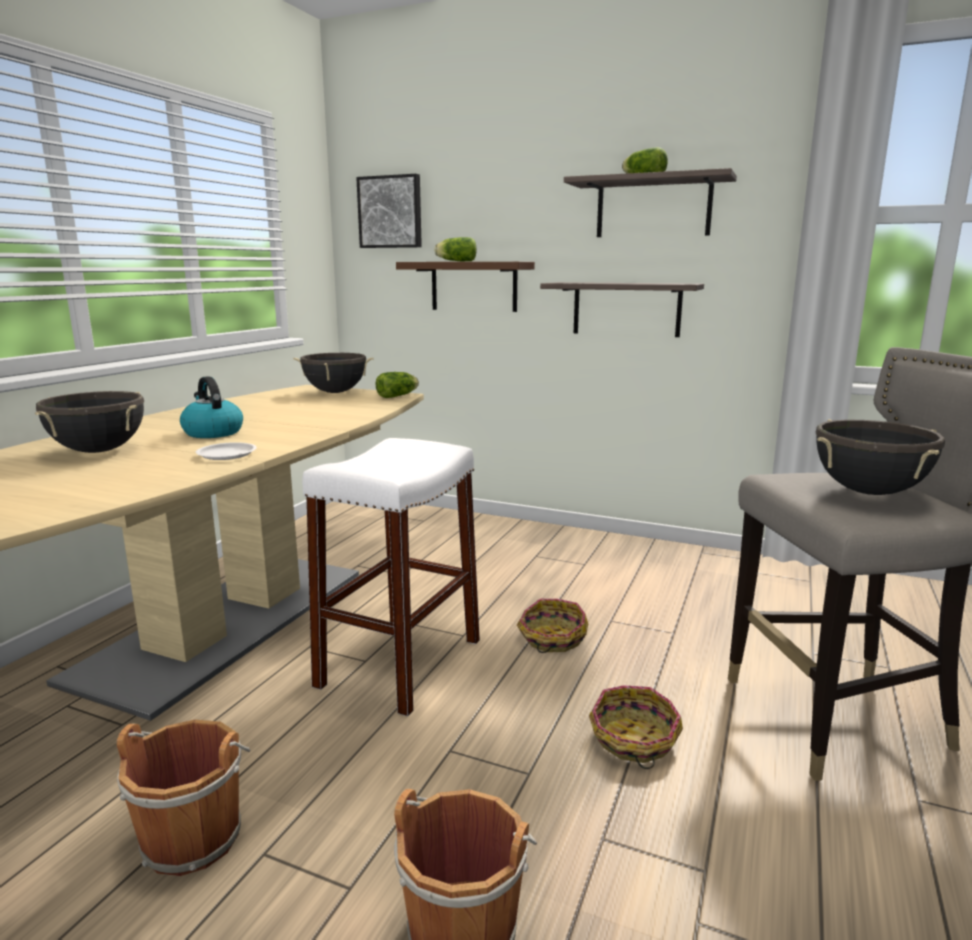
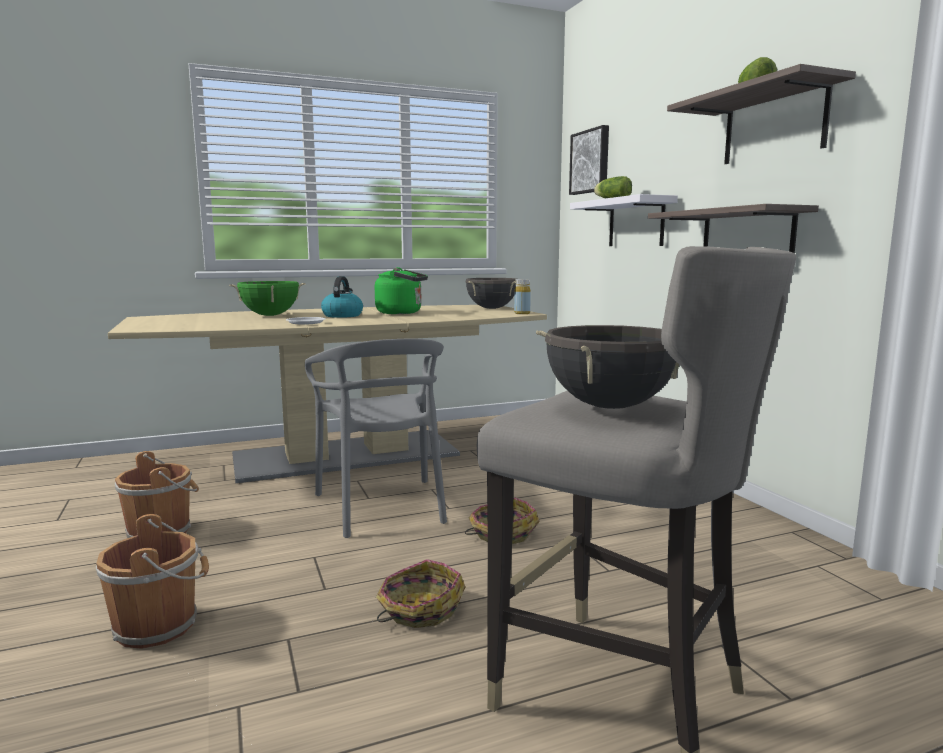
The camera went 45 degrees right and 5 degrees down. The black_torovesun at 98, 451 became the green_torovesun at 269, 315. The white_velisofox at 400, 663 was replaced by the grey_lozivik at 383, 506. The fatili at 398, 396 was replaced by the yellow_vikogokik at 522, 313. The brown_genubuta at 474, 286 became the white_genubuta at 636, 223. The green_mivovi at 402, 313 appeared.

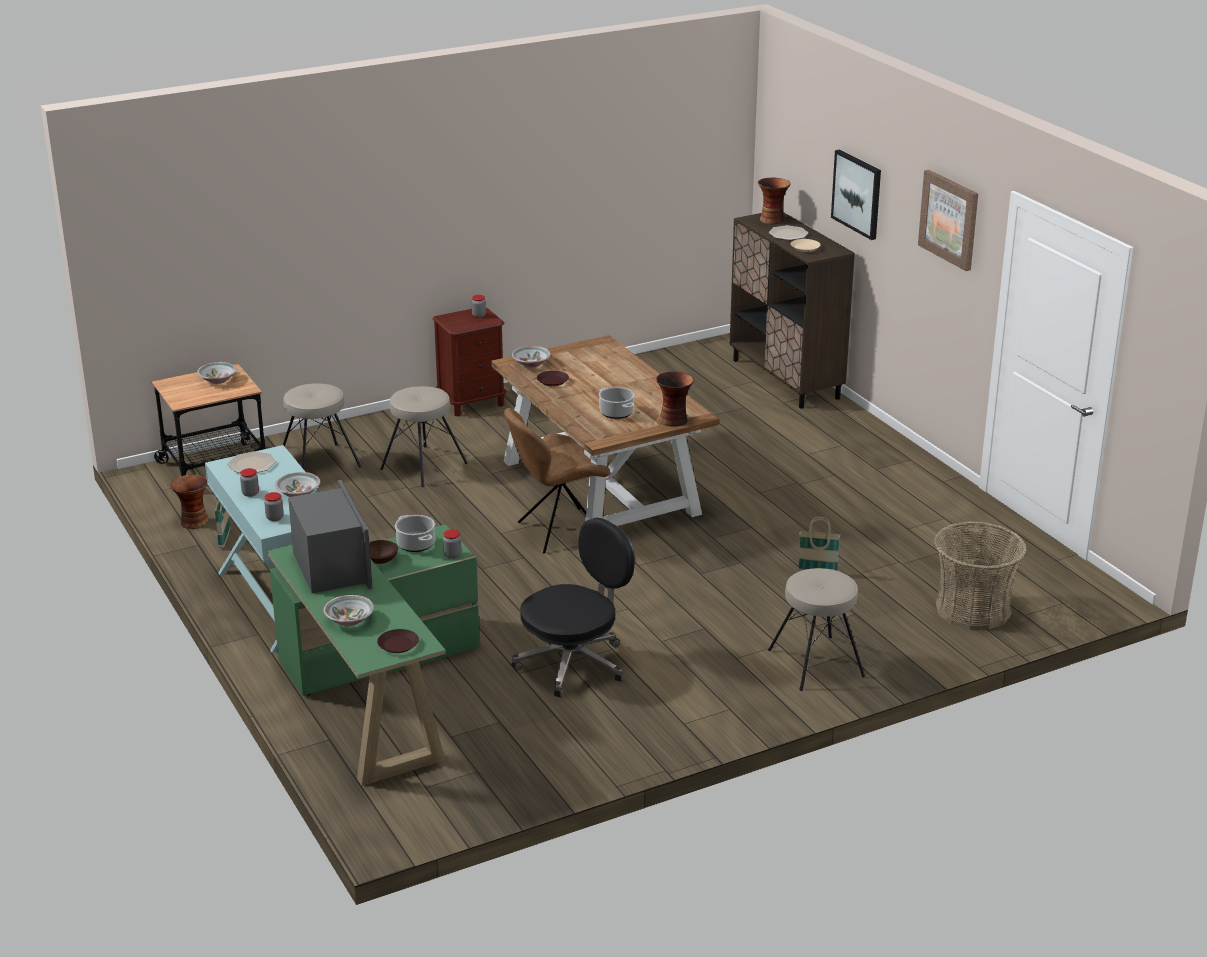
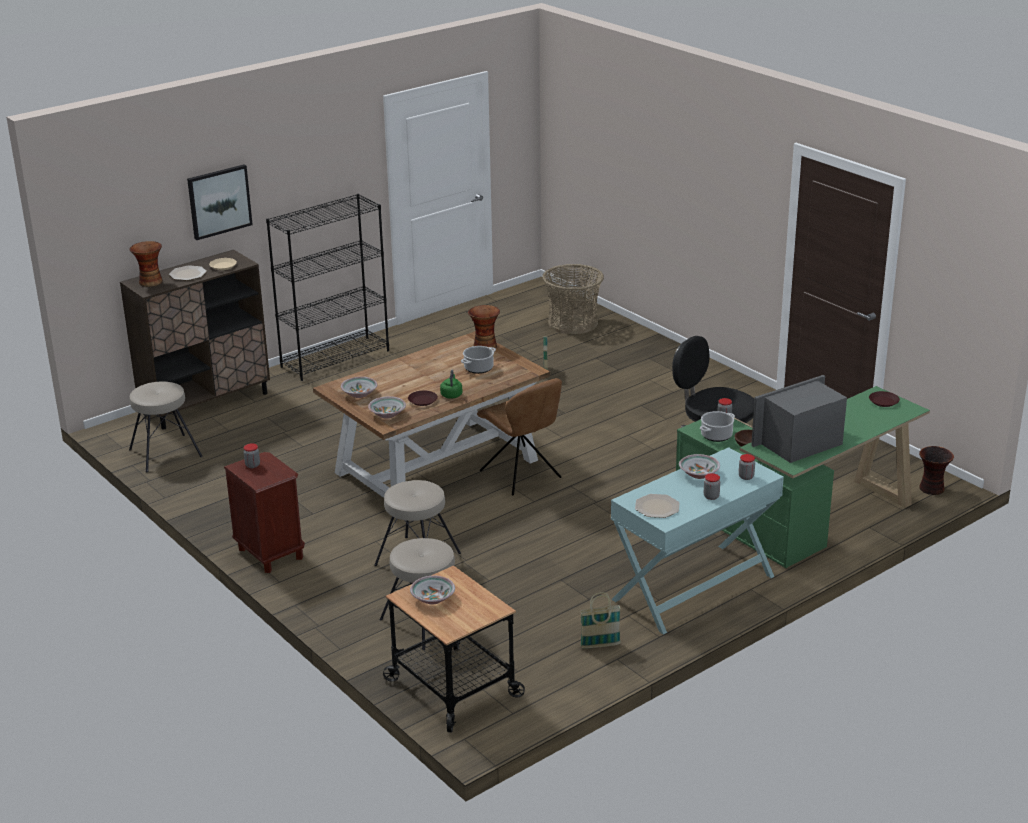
The camera went 100 degrees left and 0 degrees up. The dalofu moved from 193, 522 to 932, 489. The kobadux moved from 350, 620 to 359, 394. The beige_velisofox moved from 816, 662 to 165, 452. The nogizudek at 949, 219 disappeared. The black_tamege at 335, 358 appeared. The green_mivovi at 451, 394 appeared.

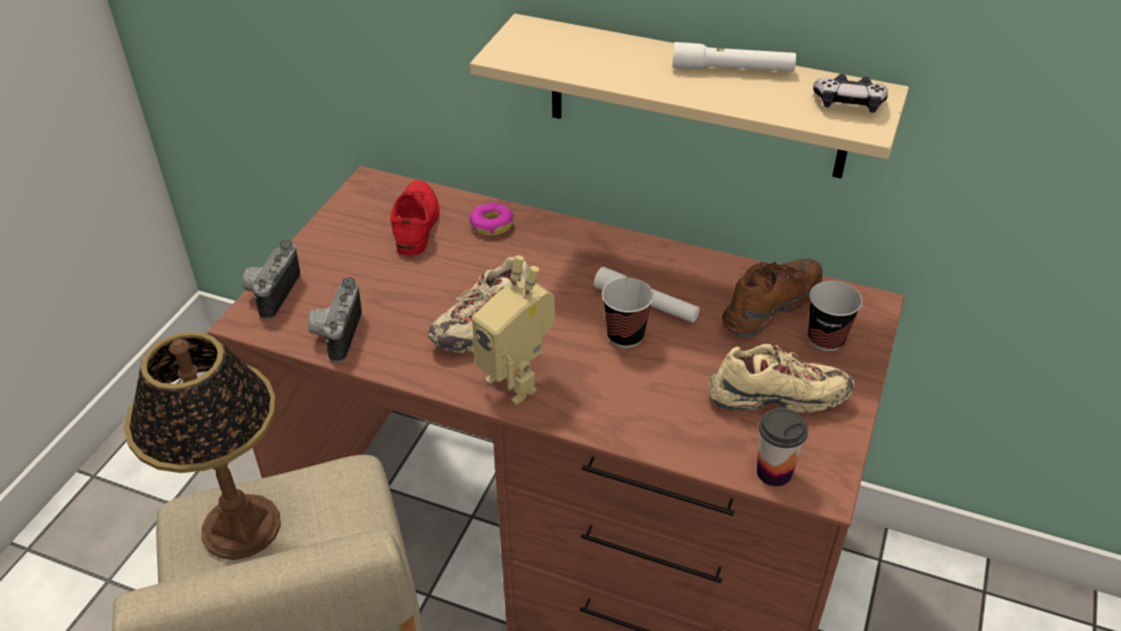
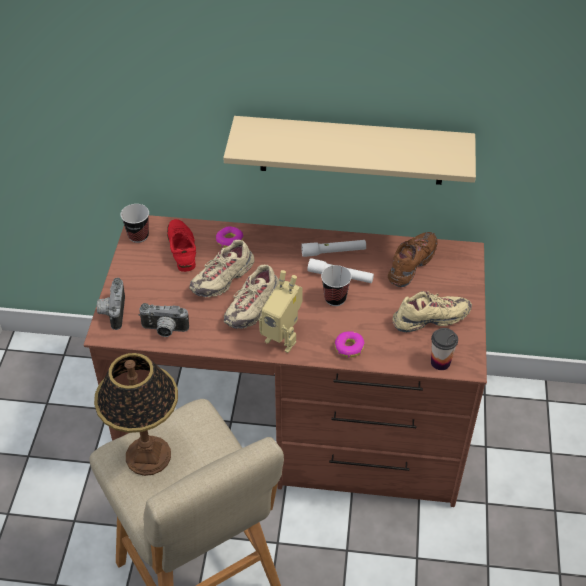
The camera went 15 degrees left and 5 degrees up. The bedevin at 336, 334 turned 75 degrees counterclockwise. The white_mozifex moved from 732, 69 to 333, 252. The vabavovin moved from 826, 339 to 138, 236. The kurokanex at 848, 103 disappeared. The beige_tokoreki at 223, 279 appeared. The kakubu at 349, 347 appeared.

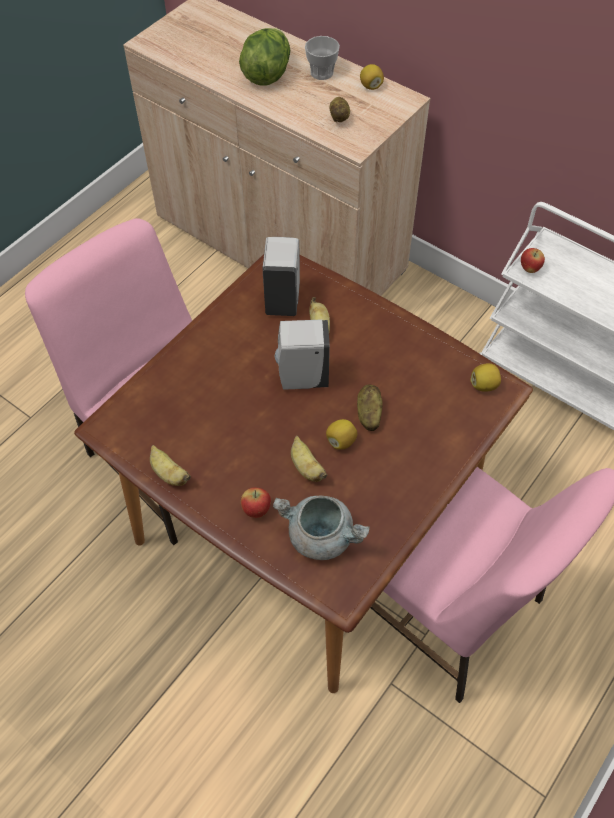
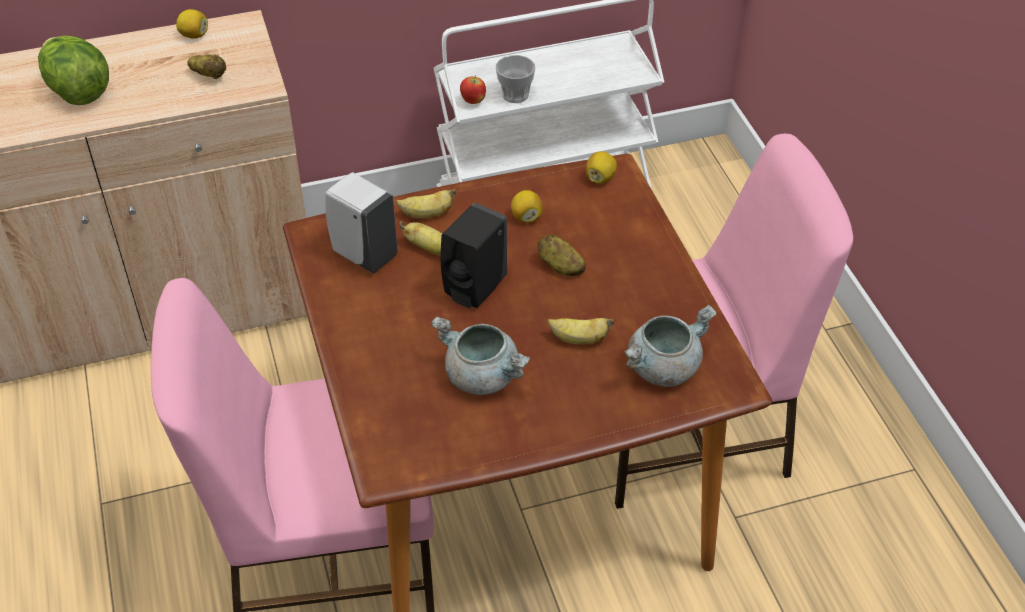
The camera went 55 degrees left and 10 degrees down. The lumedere moved from 169, 473 to 427, 214. The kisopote at 256, 510 disappeared. The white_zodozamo at 301, 378 became the black_zodozamo at 474, 290. The vabavovin moved from 321, 73 to 515, 95. The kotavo moved from 341, 441 to 526, 217. The grey_torovesun at 483, 376 appeared.

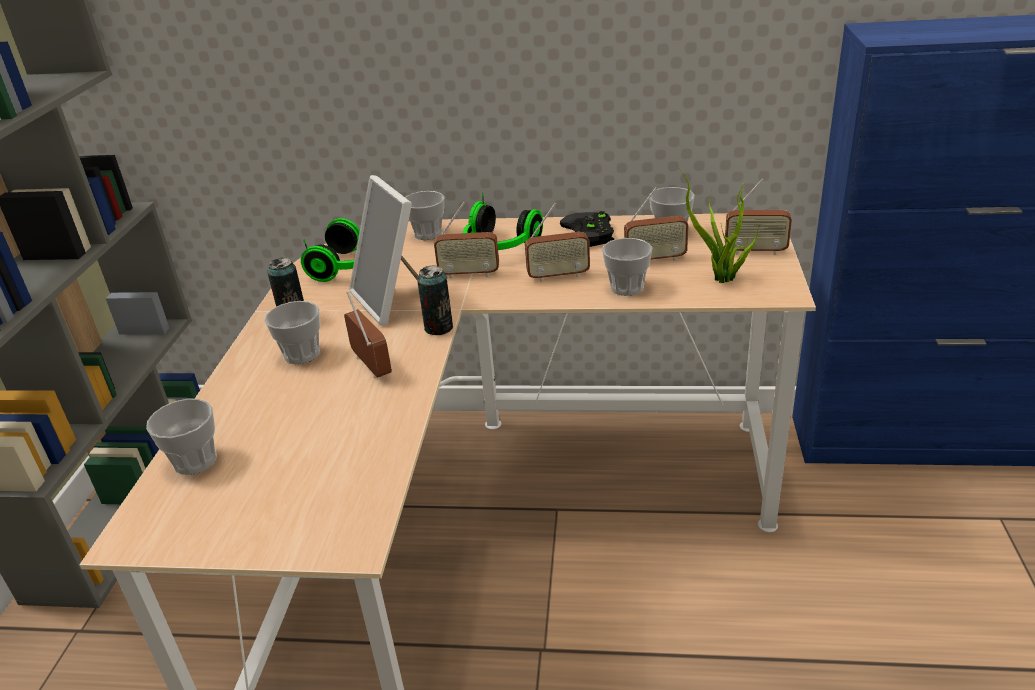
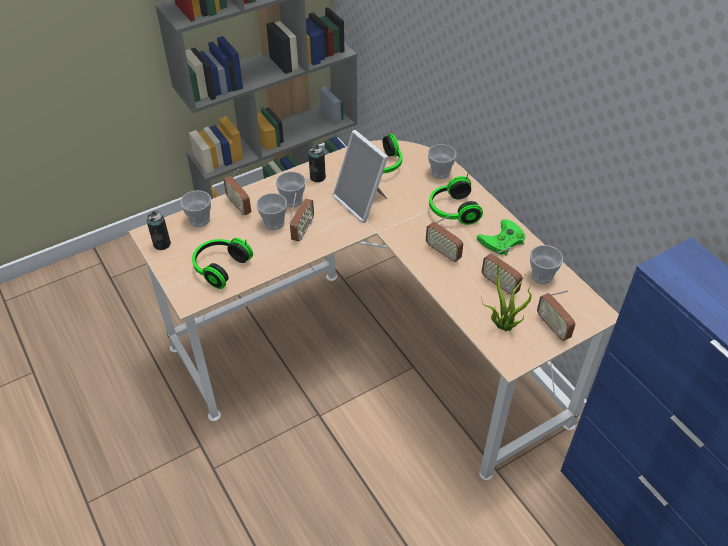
The camera went 50 degrees right and 15 degrees up. The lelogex at 393, 300 turned 60 degrees counterclockwise. The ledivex moved from 438, 328 to 162, 244. The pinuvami moved from 469, 274 to 239, 206. The black_kurokanex at 589, 235 became the green_kurokanex at 502, 241. The vabavovin moved from 627, 287 to 274, 222. The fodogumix at 219, 267 appeared.

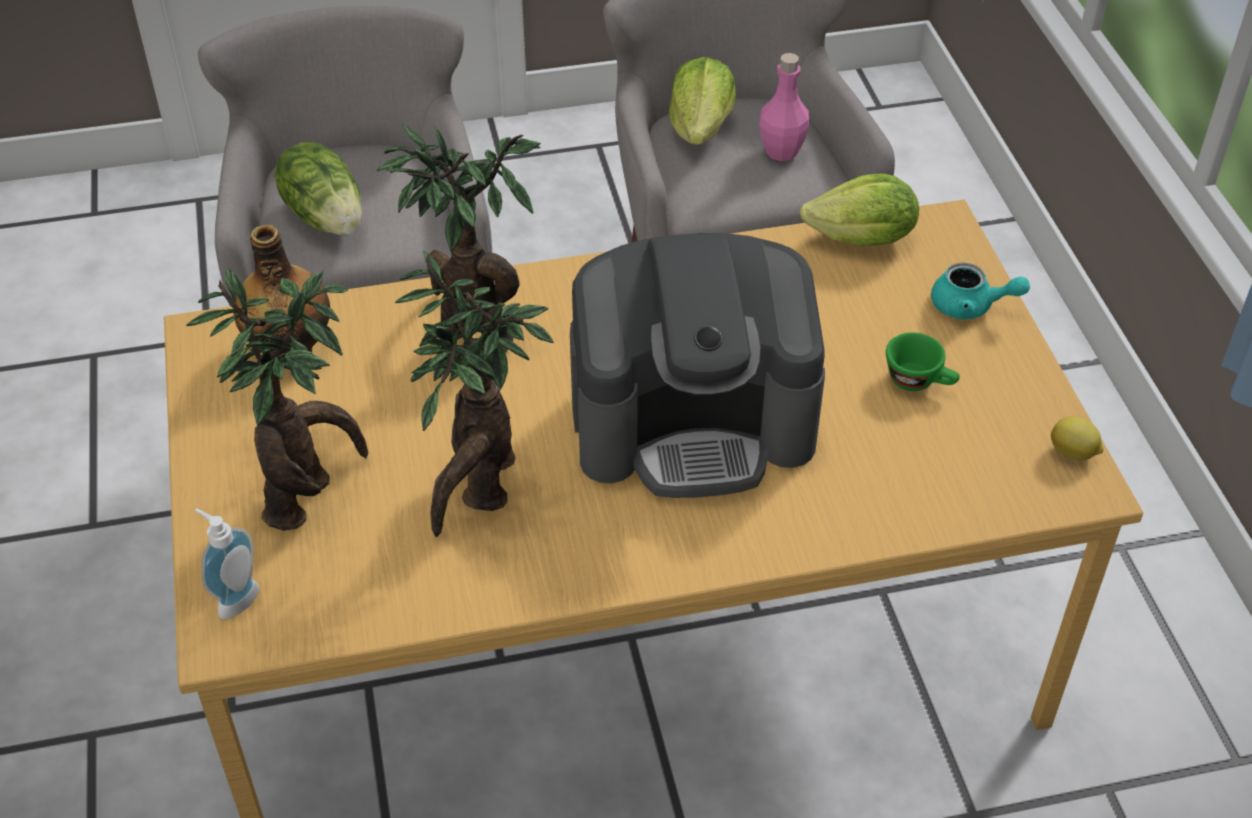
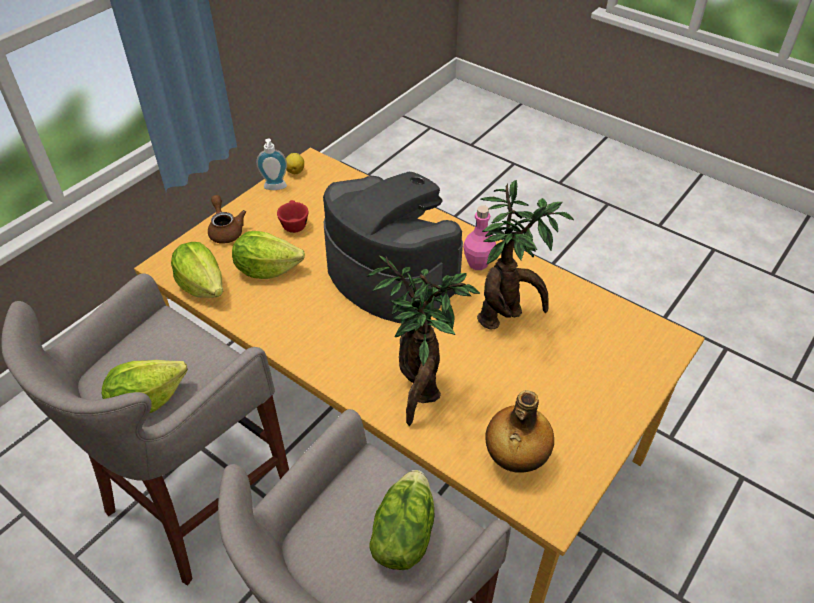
The camera went 130 degrees left and 0 degrees up. The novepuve at 308, 493 disappeared. The zodozamo moved from 234, 598 to 275, 188. The pink_vikogokik moved from 781, 151 to 478, 263. The green_vabavovin at 919, 381 became the red_vabavovin at 293, 223. The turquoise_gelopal at 970, 307 became the brown_gelopal at 225, 230. The fatili at 267, 269 appeared.

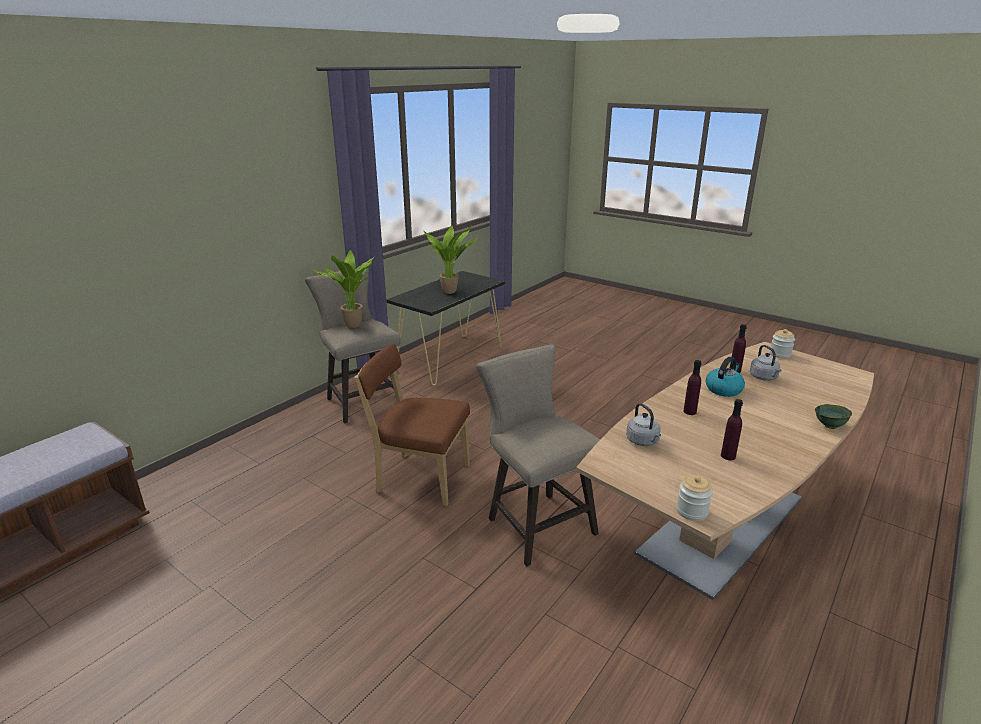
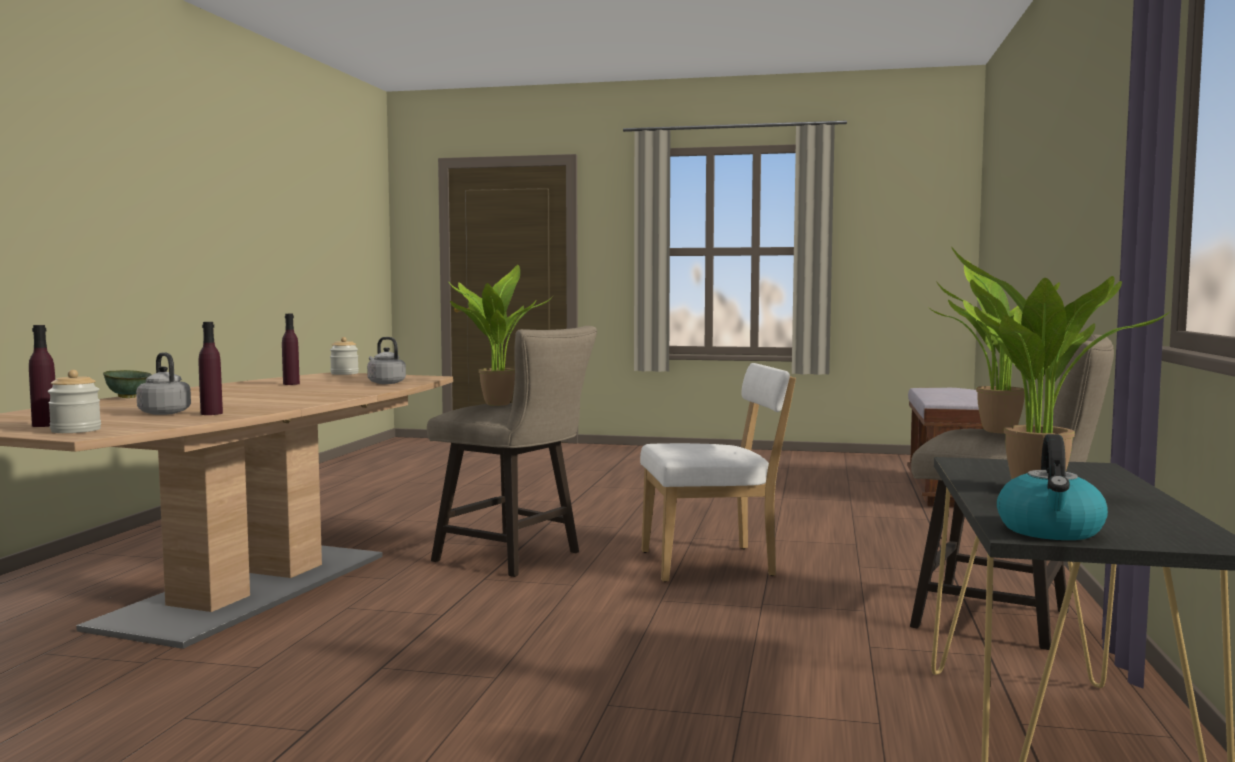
The camera went 155 degrees right and 20 degrees down. The brown_lozivik at 419, 478 became the white_lozivik at 714, 564. The purple_vikogokik moved from 689, 411 to 45, 425. The mivovi moved from 723, 389 to 1051, 531. The novepuve at 494, 404 appeared.

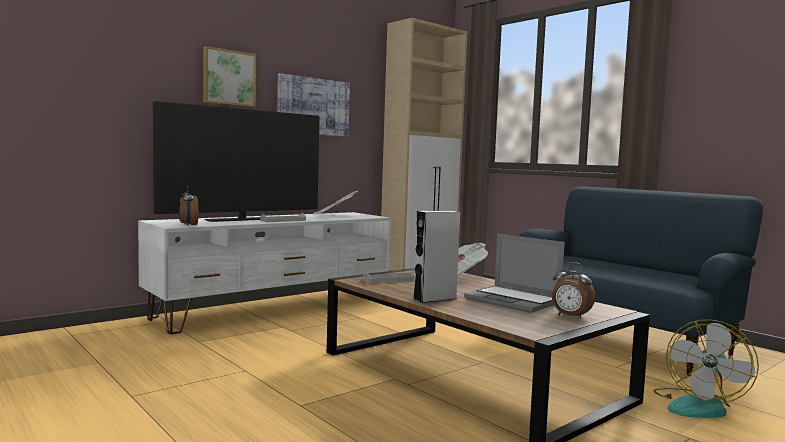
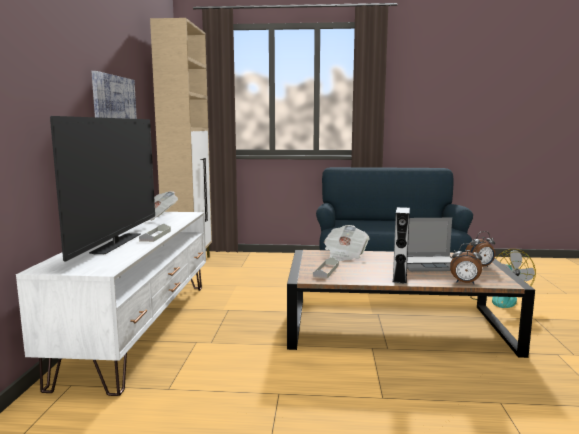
The camera went 45 degrees left and 5 degrees up. The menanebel moved from 188, 225 to 465, 283. The nogizudek at 228, 78 disappeared.

